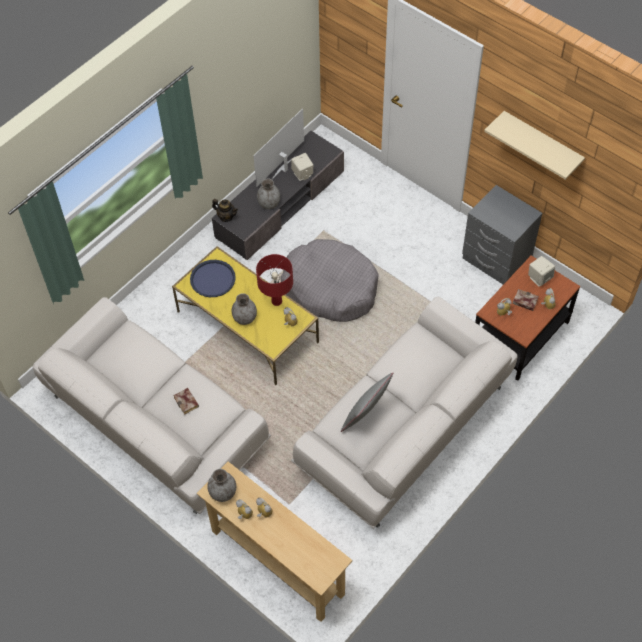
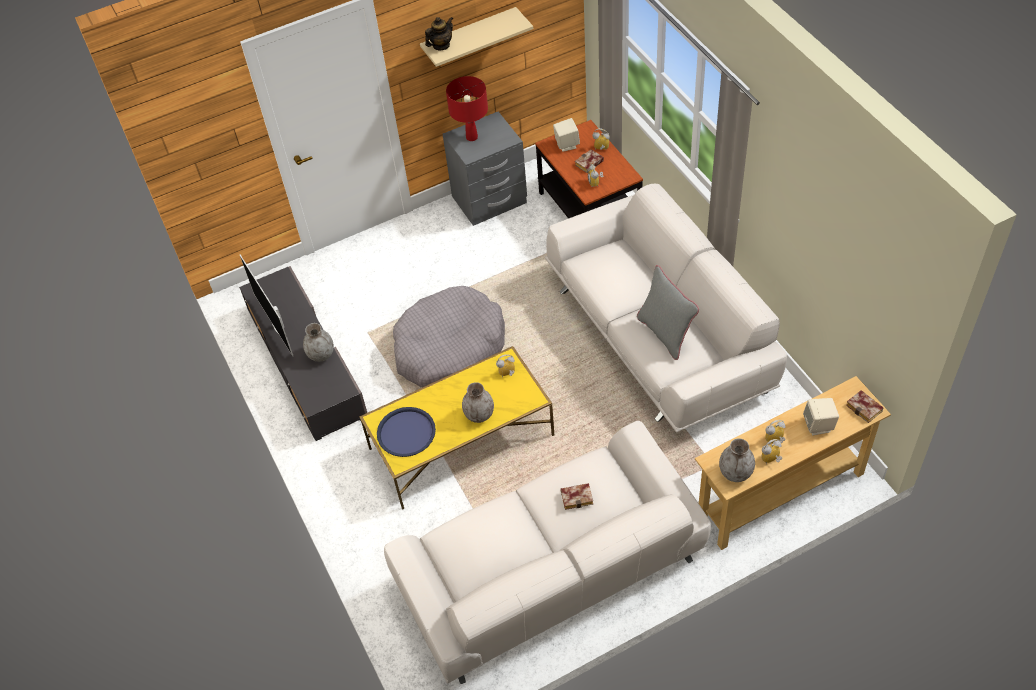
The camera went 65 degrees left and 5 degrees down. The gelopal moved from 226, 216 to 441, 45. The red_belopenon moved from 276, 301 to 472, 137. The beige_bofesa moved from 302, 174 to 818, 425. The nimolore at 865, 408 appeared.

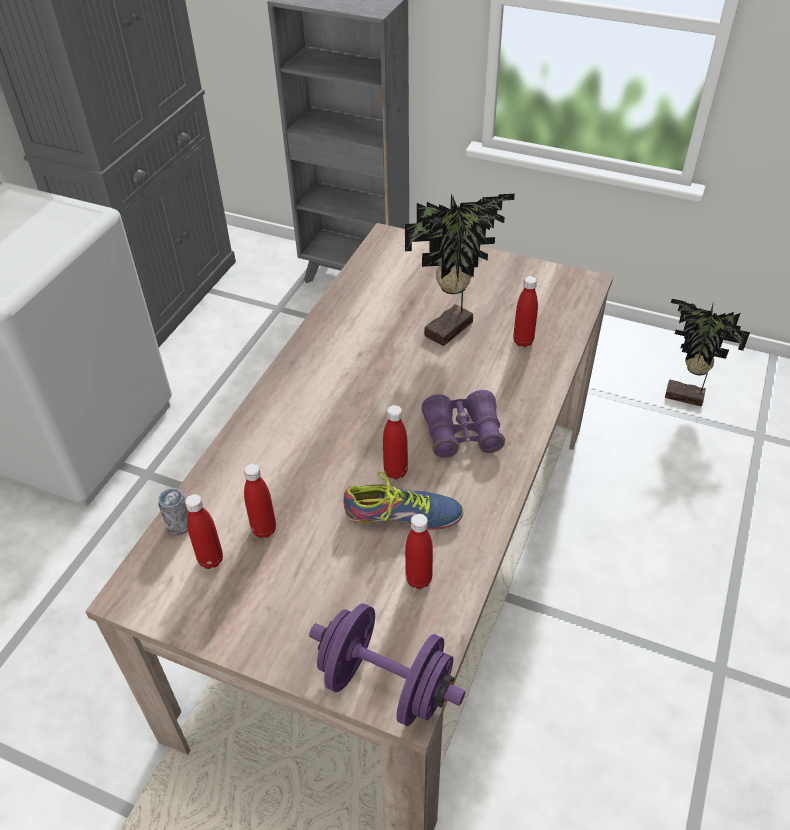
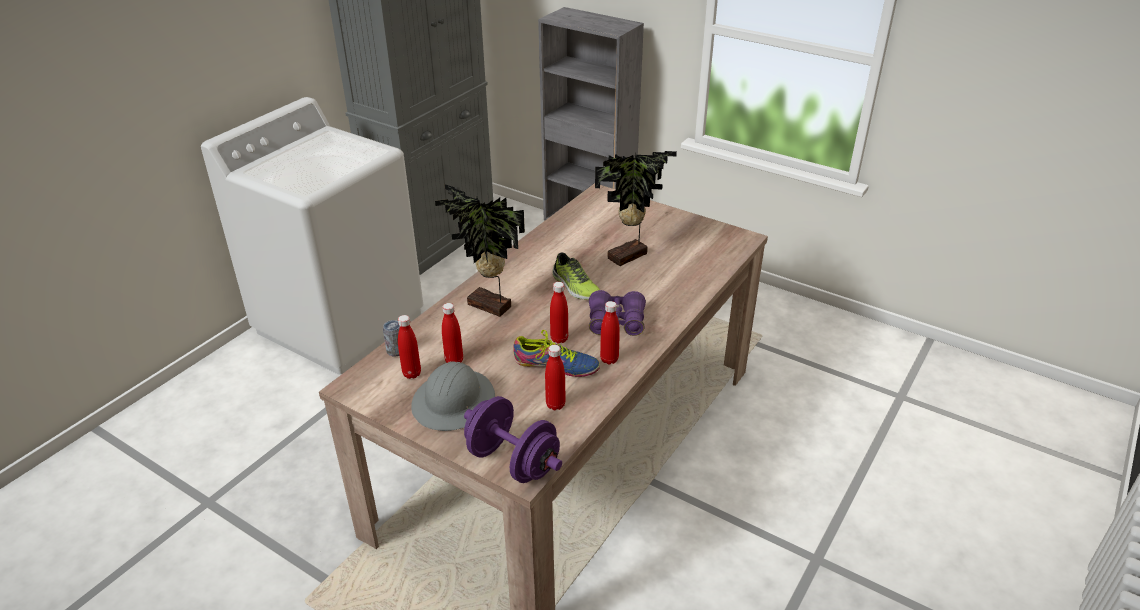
The camera went 10 degrees right and 10 degrees down. The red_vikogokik moved from 523, 341 to 609, 359. The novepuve moved from 684, 398 to 488, 307. The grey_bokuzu at 454, 402 appeared. The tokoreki at 575, 286 appeared.

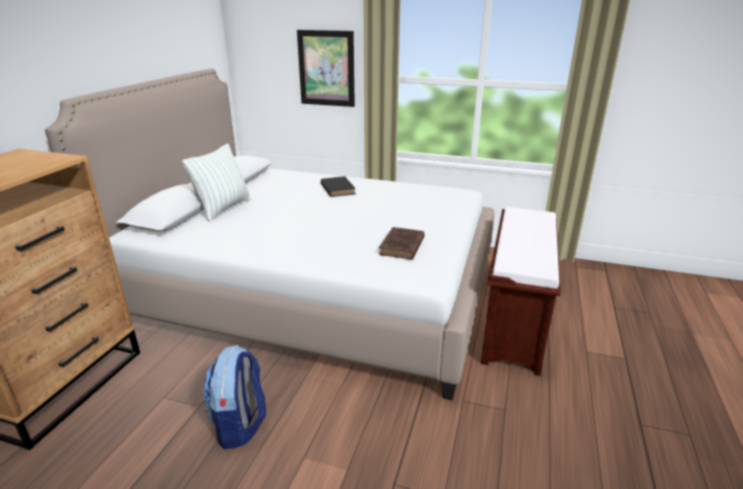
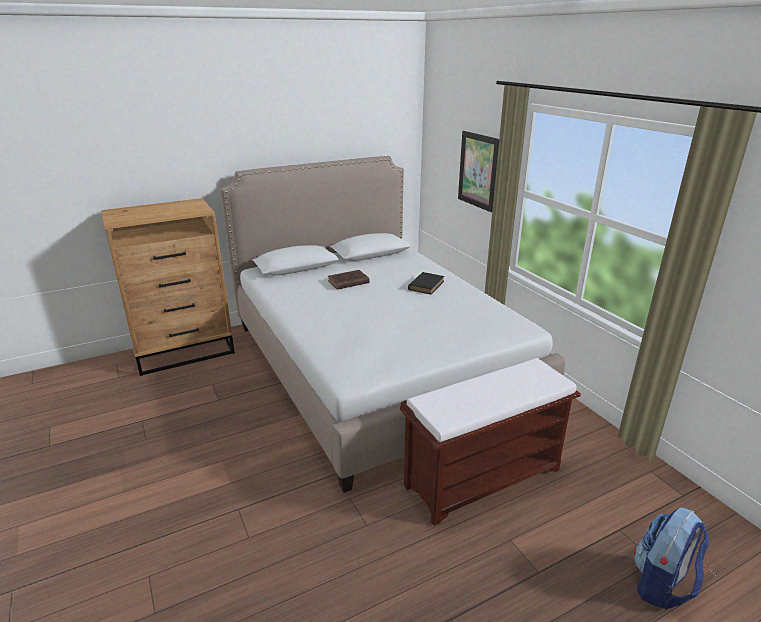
The camera went 45 degrees right and 0 degrees up. The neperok at 223, 208 disappeared. The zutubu moved from 240, 425 to 662, 585. The brown_nimolore moved from 401, 247 to 347, 282.

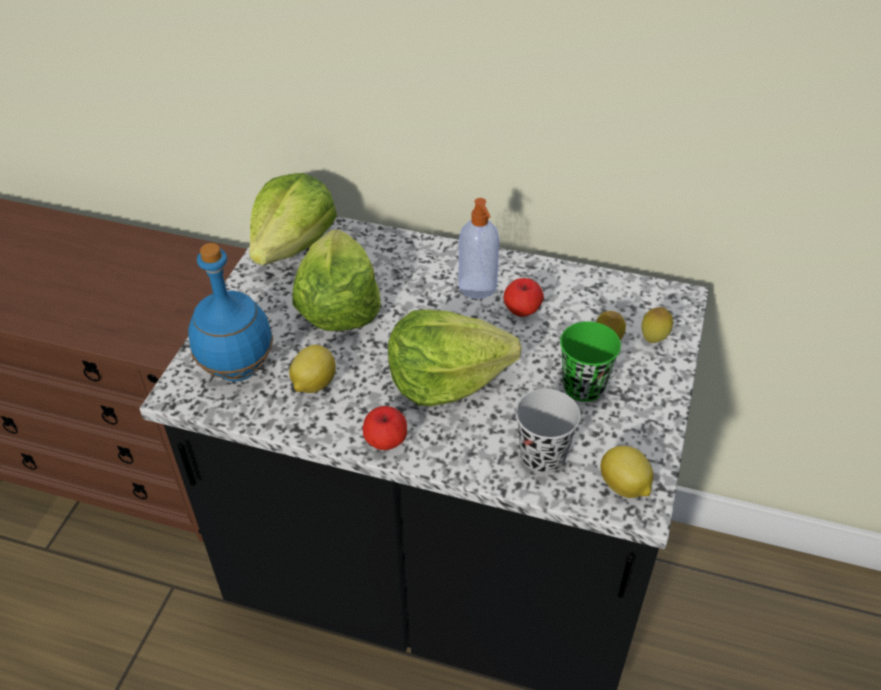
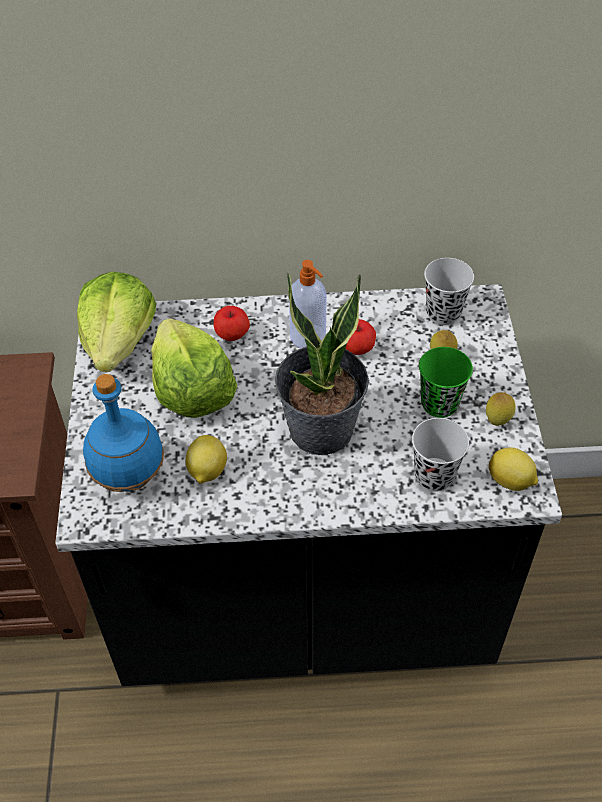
The camera went 20 degrees left and 5 degrees up. The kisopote moved from 386, 442 to 232, 335. The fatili at 446, 378 was replaced by the novepuve at 321, 430. The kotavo moved from 653, 339 to 497, 421. The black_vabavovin at 443, 313 appeared.

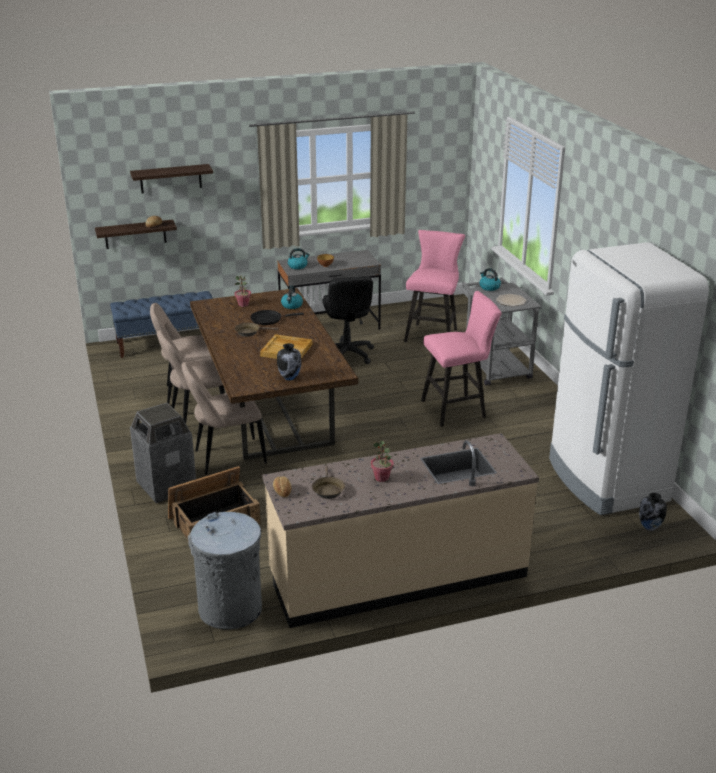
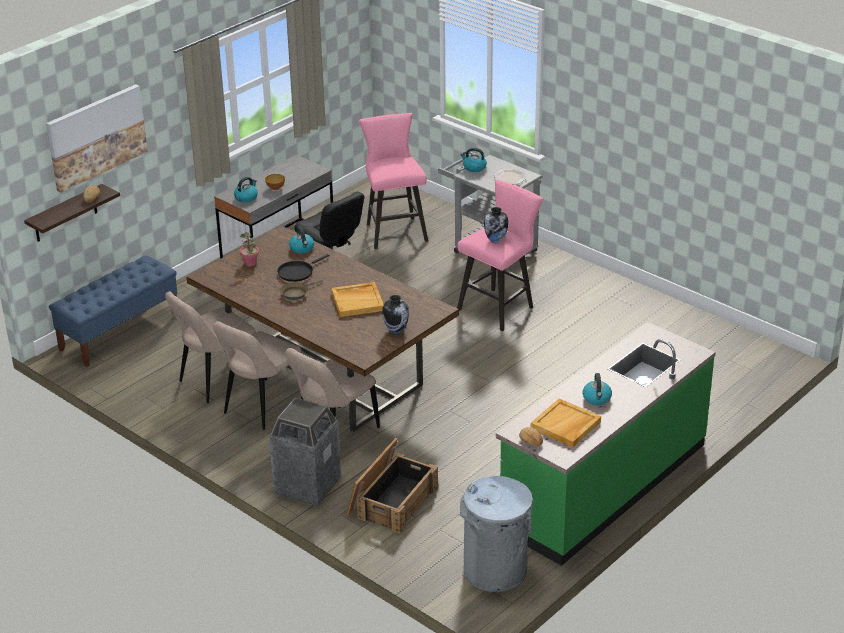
The camera went 30 degrees left and 5 degrees up. The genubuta at 170, 178 was replaced by the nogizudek at 96, 136. The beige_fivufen at 398, 575 became the green_fivufen at 603, 485. The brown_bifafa at 328, 489 was replaced by the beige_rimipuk at 565, 425. The novepuve at 382, 478 was replaced by the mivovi at 597, 398. The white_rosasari at 606, 480 disappeared. The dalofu moved from 650, 527 to 496, 240.

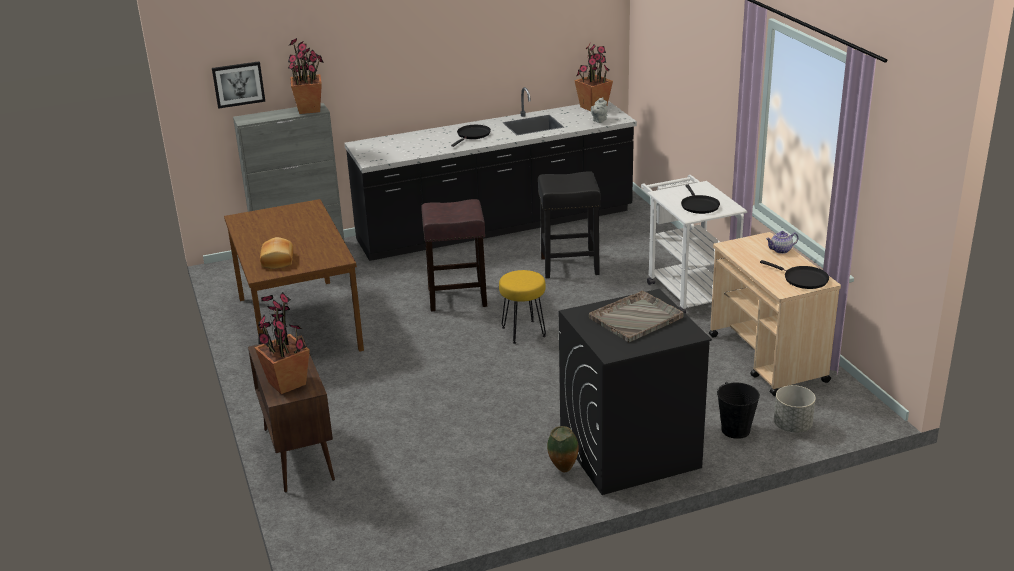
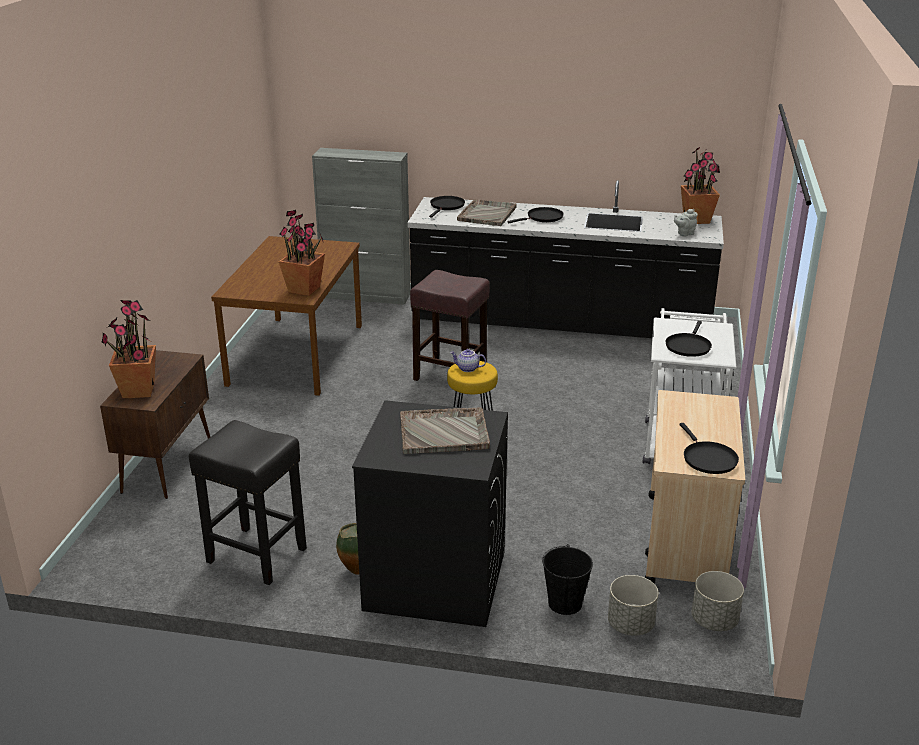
The camera went 30 degrees right and 0 degrees up. The nogizudek at 238, 84 disappeared. The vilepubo at 278, 260 disappeared. The novepuve moved from 309, 109 to 304, 289. The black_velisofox moved from 568, 266 to 255, 555. The gelopal moved from 781, 250 to 467, 369. The black_bifafa at 446, 206 appeared. The grey_rimipuk at 487, 214 appeared. The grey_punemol at 714, 620 appeared.

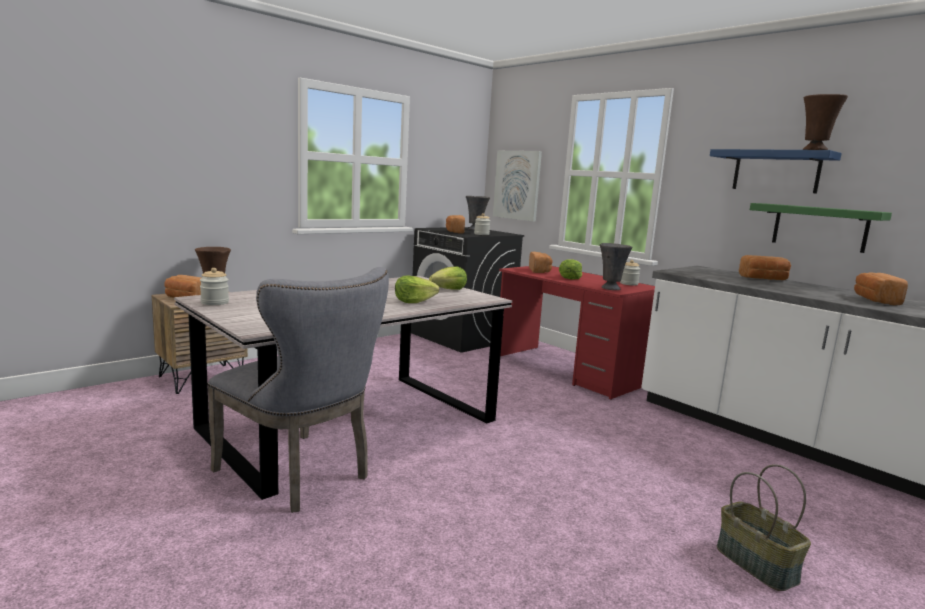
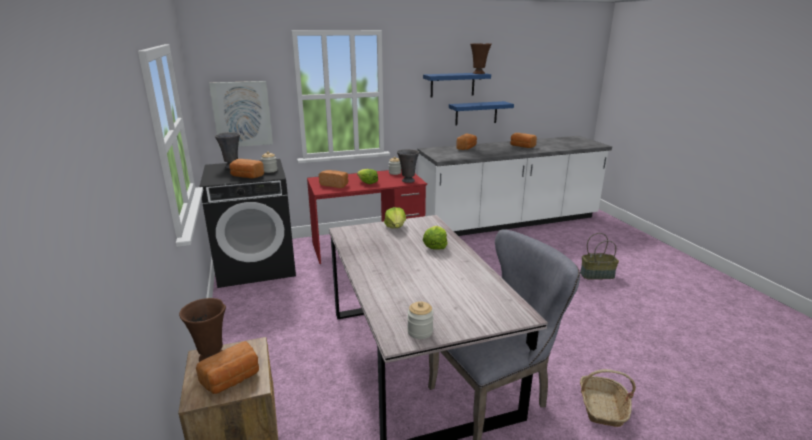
The camera went 65 degrees left and 10 degrees up. The green_genubuta at 819, 227 became the blue_genubuta at 476, 113. The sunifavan at 602, 407 appeared.

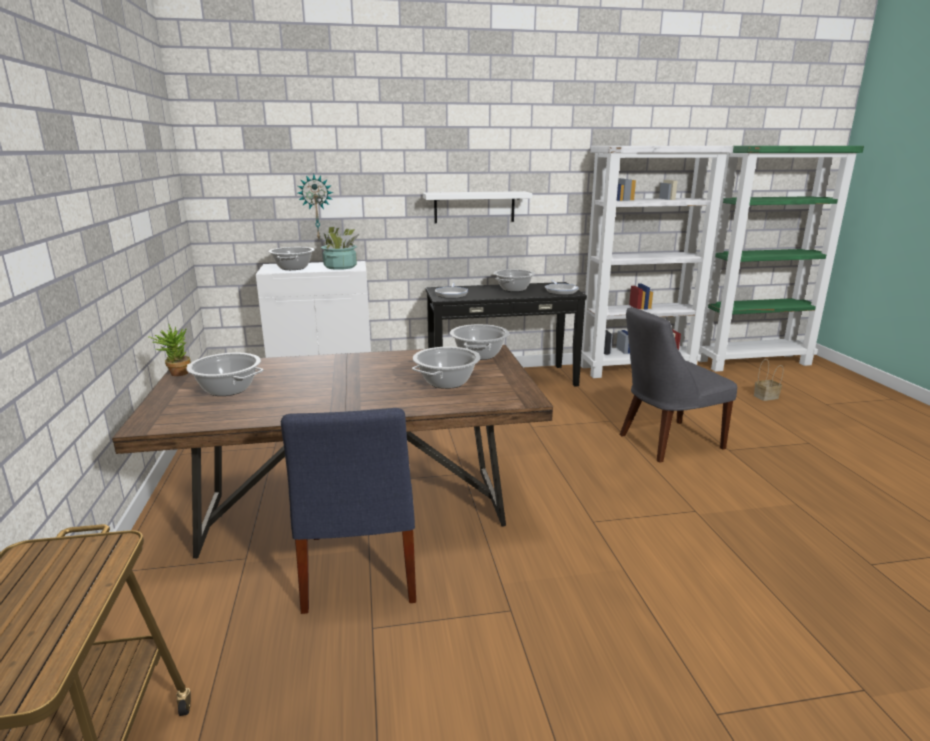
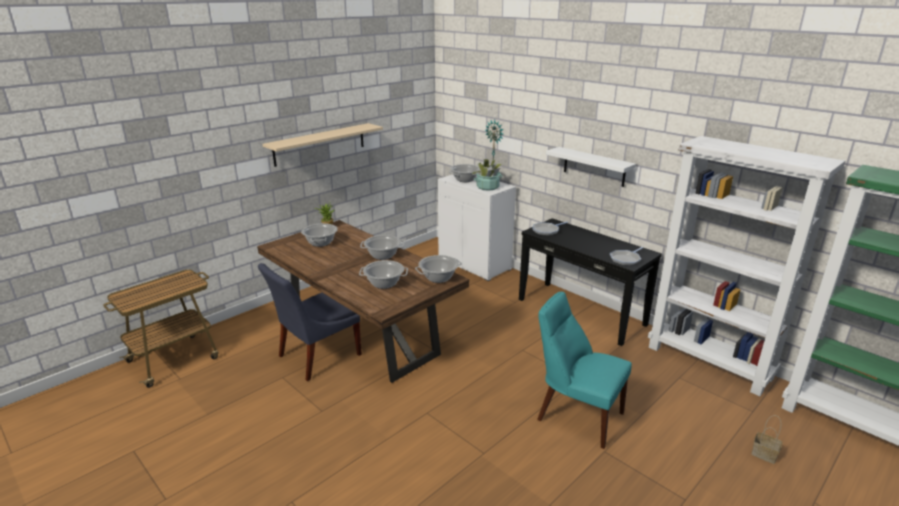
The camera went 55 degrees right and 5 degrees up. The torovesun moved from 513, 289 to 382, 255. The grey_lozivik at 666, 442 became the turquoise_lozivik at 576, 415. The beige_genubuta at 320, 144 appeared.

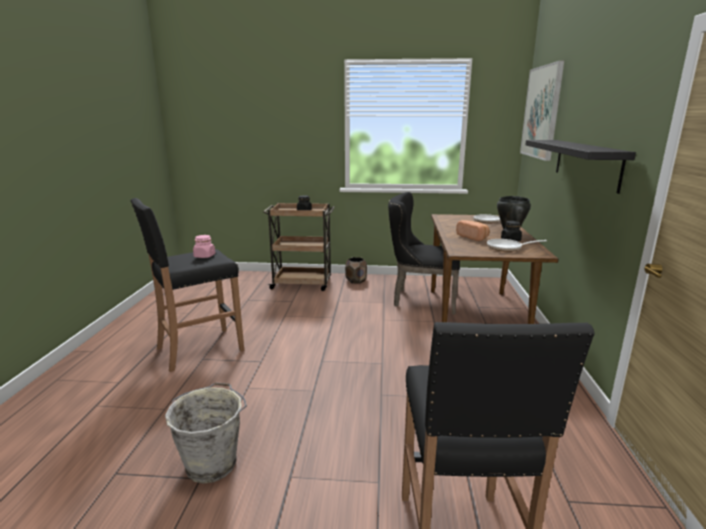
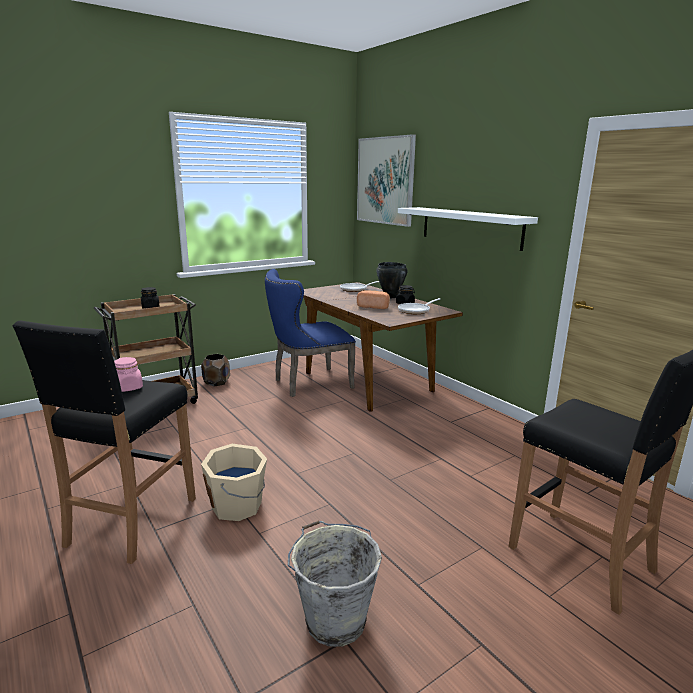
The camera went 40 degrees left and 0 degrees up. The black_lozivik at 421, 299 became the blue_lozivik at 308, 383. The black_genubuta at 586, 163 became the white_genubuta at 470, 227. The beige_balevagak at 238, 505 appeared.

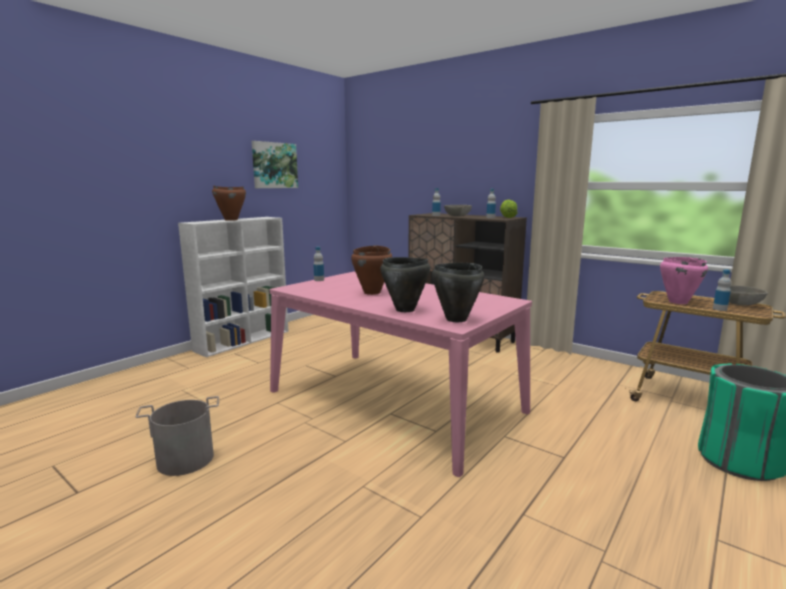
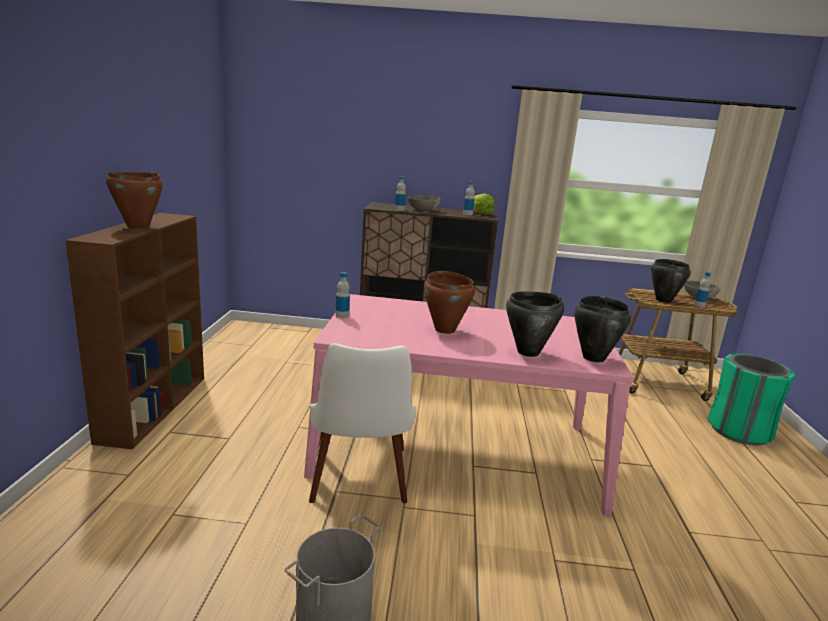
The camera went 35 degrees left and 5 degrees up. The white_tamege at 244, 340 became the brown_tamege at 155, 407. The nogizudek at 274, 165 disappeared. The pink_torovesun at 677, 302 became the black_torovesun at 663, 300. The white_lozivik at 359, 483 appeared.

